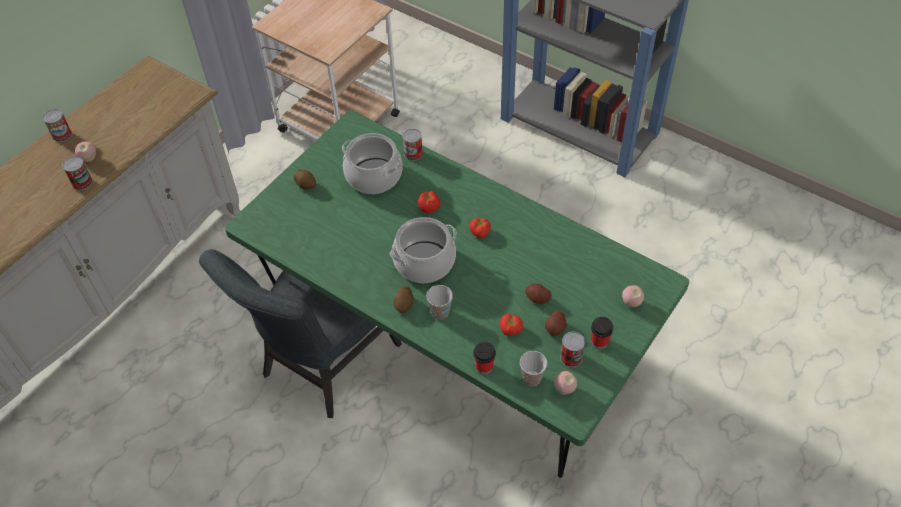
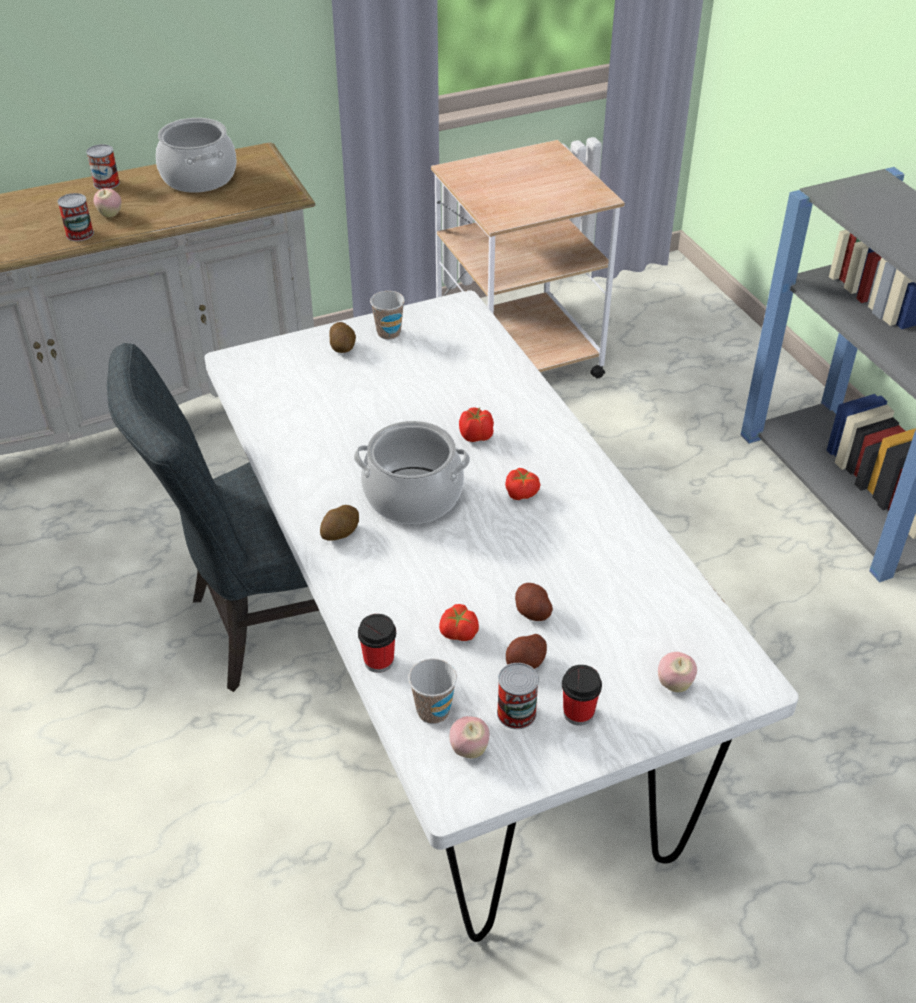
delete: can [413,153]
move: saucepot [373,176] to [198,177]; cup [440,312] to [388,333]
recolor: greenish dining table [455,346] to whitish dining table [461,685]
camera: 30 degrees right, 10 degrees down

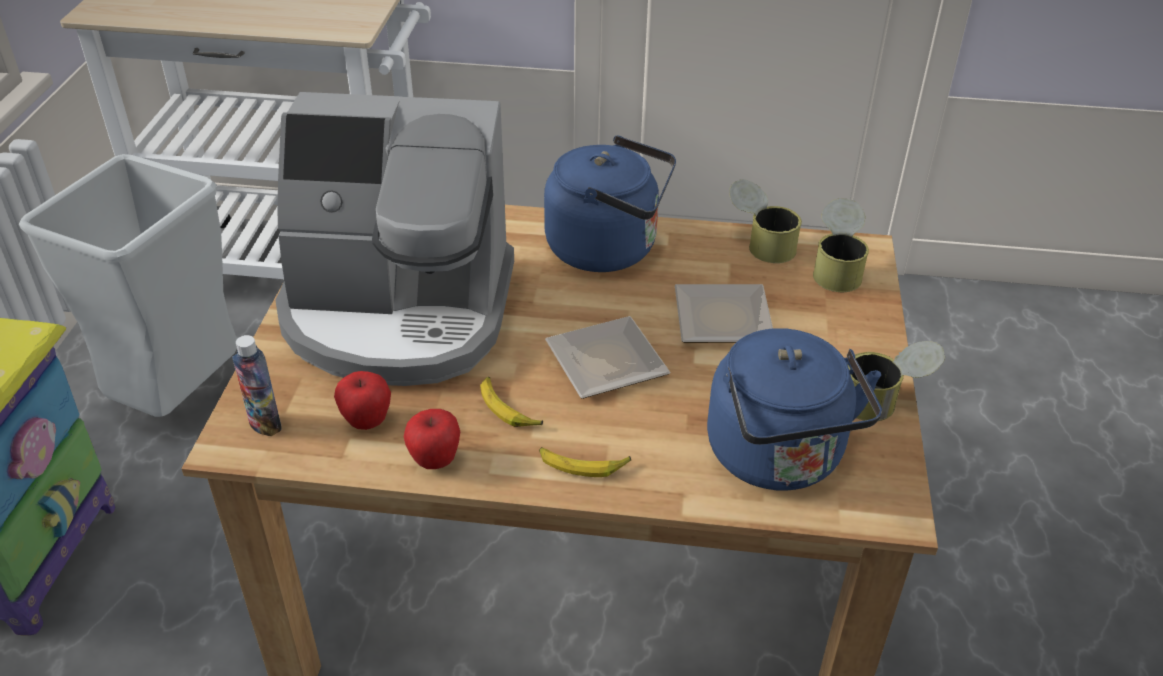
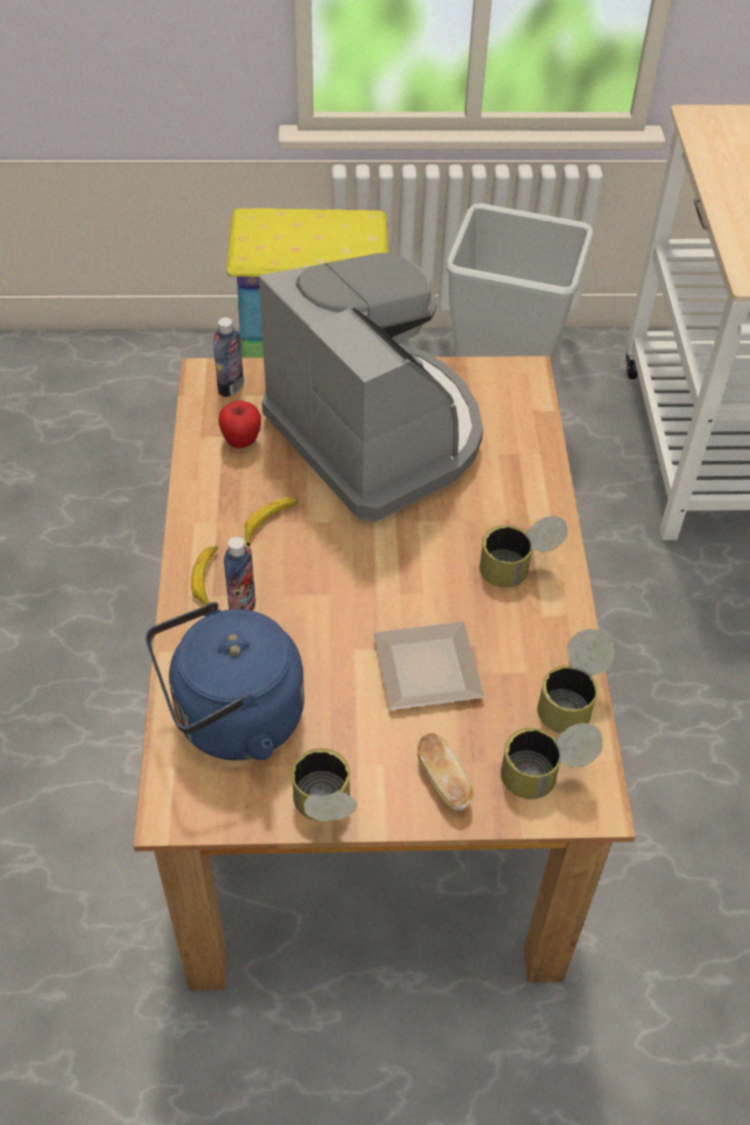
delete: flat dish [608,359]; whole apple [435,461]
insert: bottle [242,606]; bakery bread [443,781]
replace: blue tea kettle [609,249] to can [519,567]
rotate: coffee maker [399,313] = [378,434] 150 degrees clockwise
camera: 80 degrees right, 10 degrees up

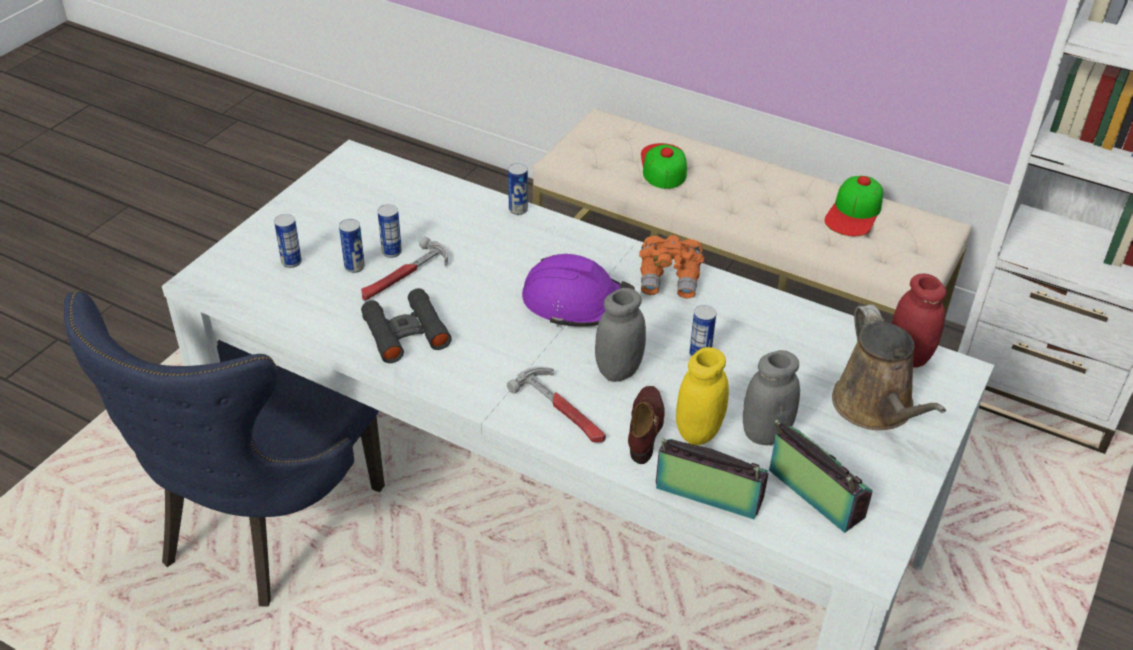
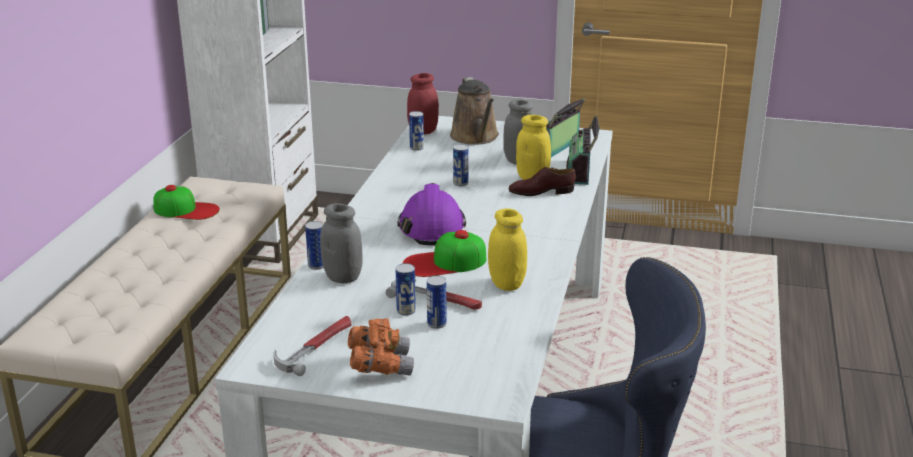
move: cap [663,165] to [444,262]; can [291,262] to [416,148]; orange binoculars [670,279] to [380,365]; grey preserve jar [619,370] to [343,277]; tool hammer [563,409] to [315,347]
replace: black-coloured binoculars [405,332] to yellowish preserve jar [506,284]
rotate: brown sprinkling can [876,408] = [476,137] 105 degrees clockwise
camera: 105 degrees left, 15 degrees down

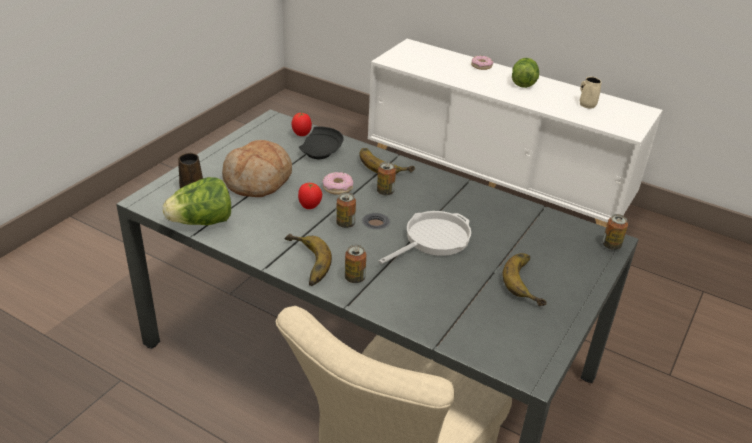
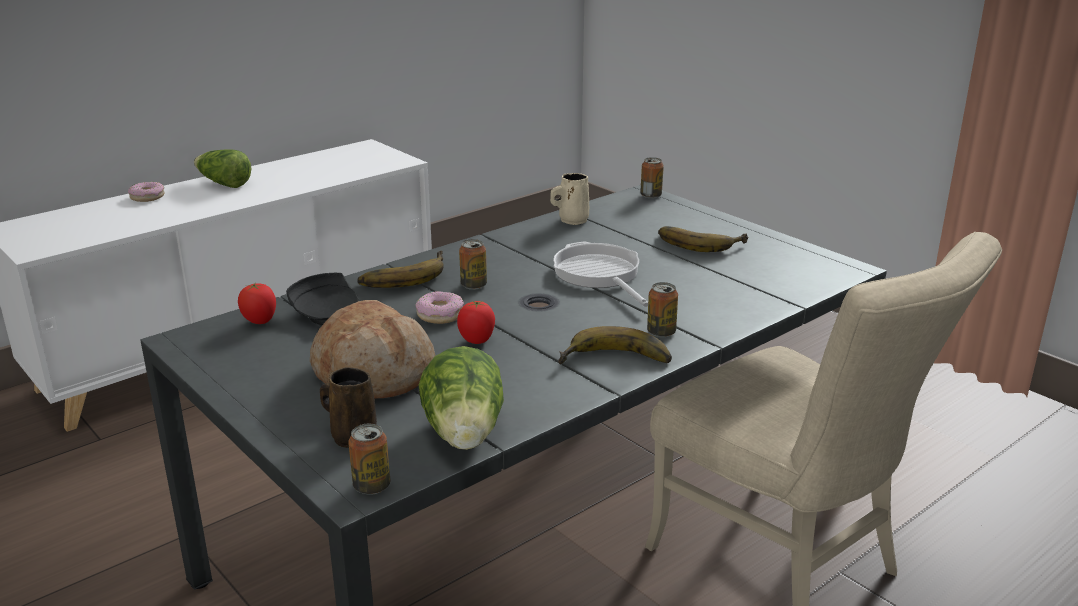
move: sand-coloured mug [586,104] to [571,220]; can [345,223] to [371,486]
camera: 70 degrees left, 10 degrees down

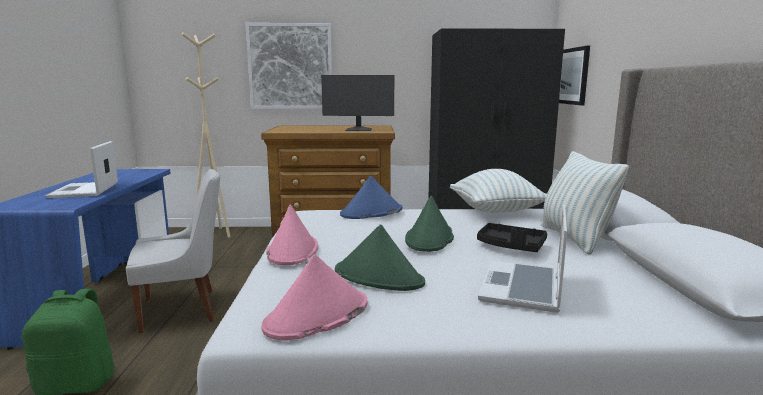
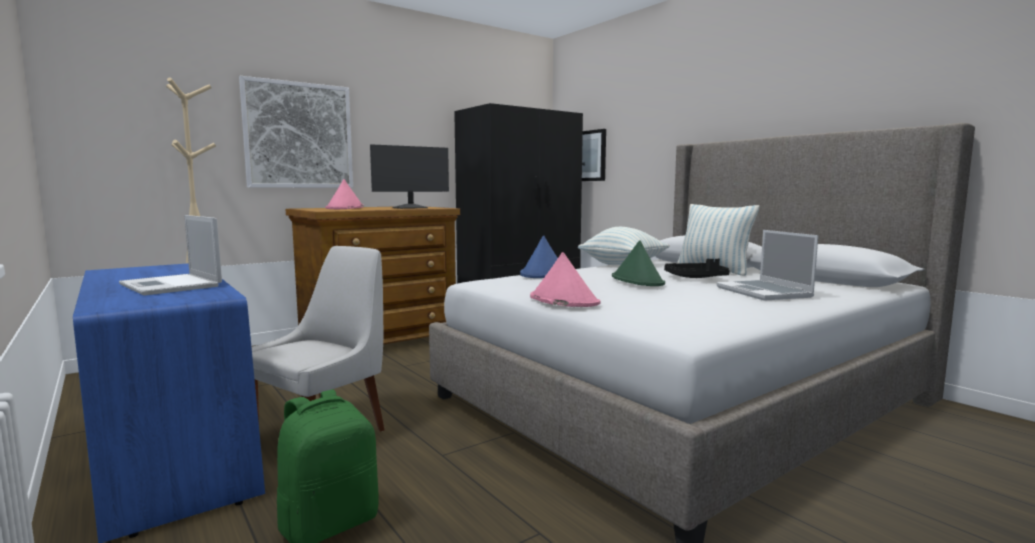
delete: greenish clothing hat [379,277]
move: pink clothing hat [317,316] to [345,208]
camera: 35 degrees left, 5 degrees down

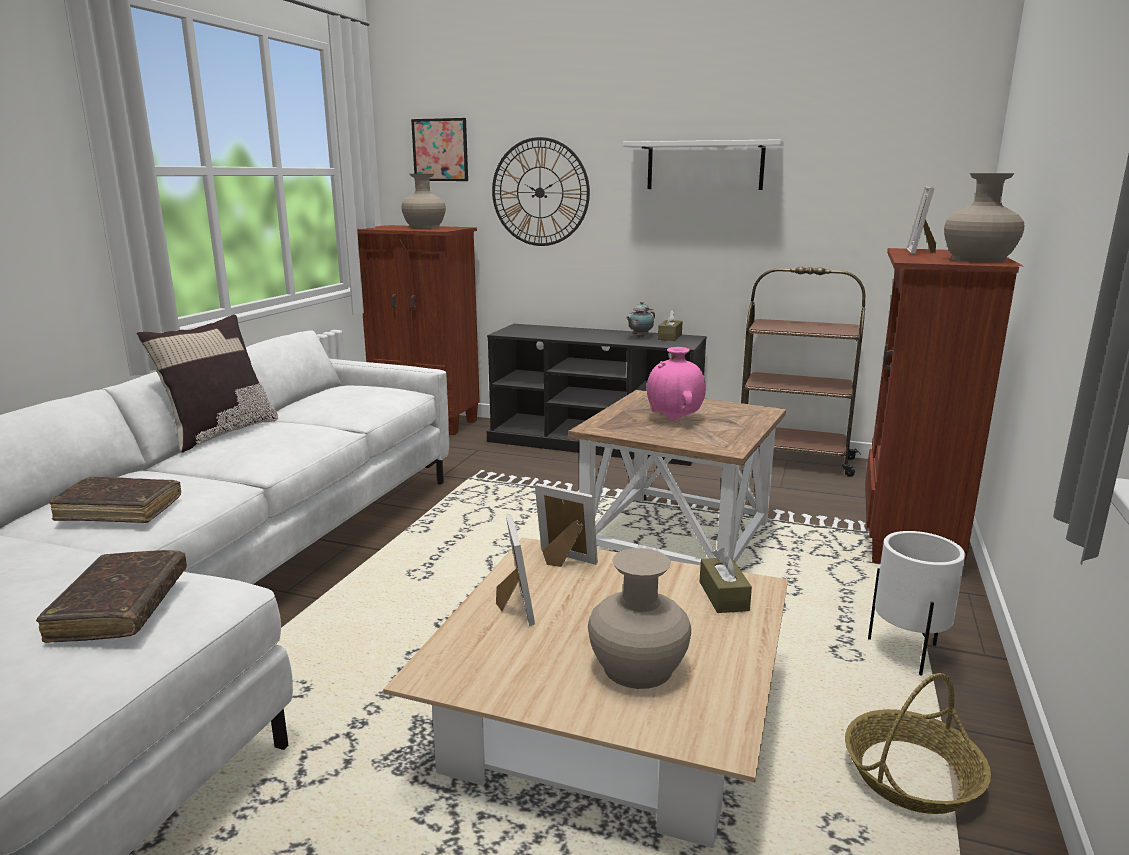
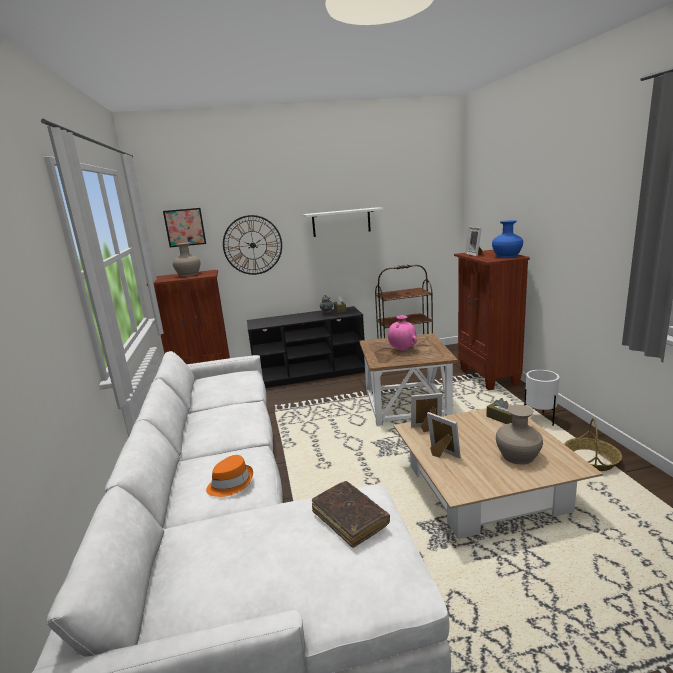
delete: cushion [220,433]
replace: brown book [119,510] to orange clothing hat [230,483]
recolor: sand-coloured decorative vase [978,260] to blue decorative vase [506,256]
camera: 30 degrees left, 0 degrees up

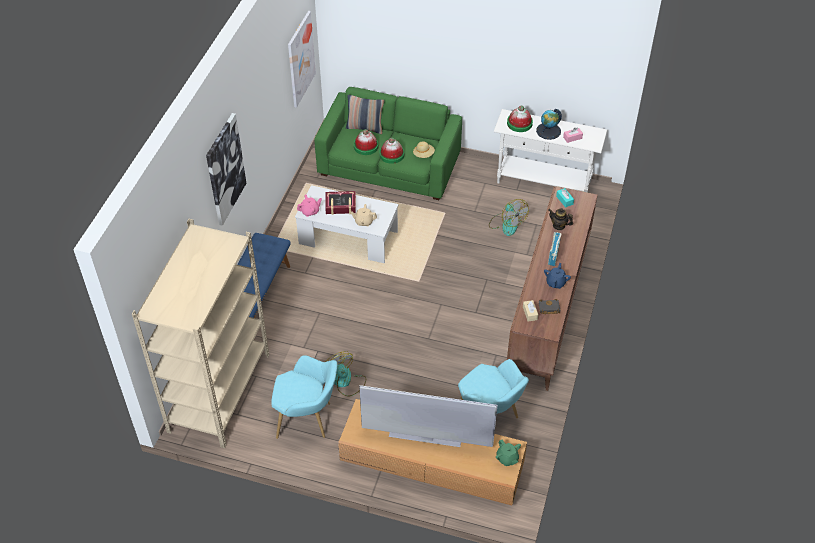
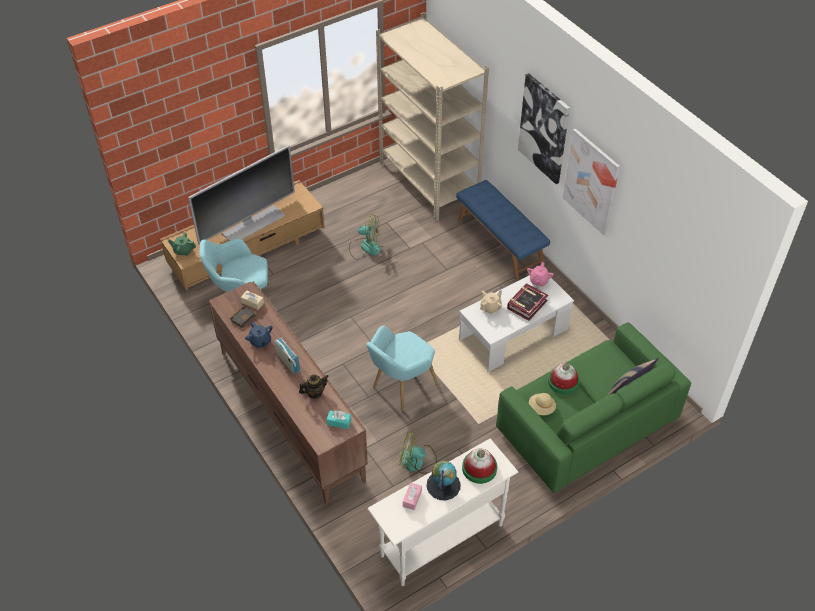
delete: clothing hat [366,146]
move: wall art [300,59] to [591,182]; blue-green easy chair [308,419] to [400,387]
camera: 130 degrees right, 0 degrees up

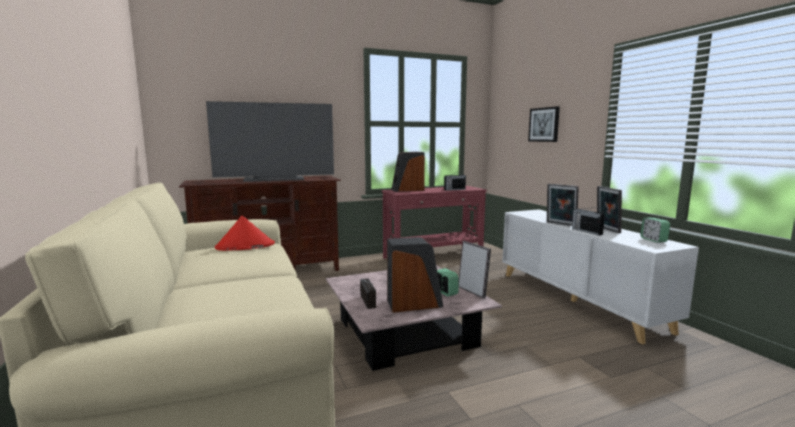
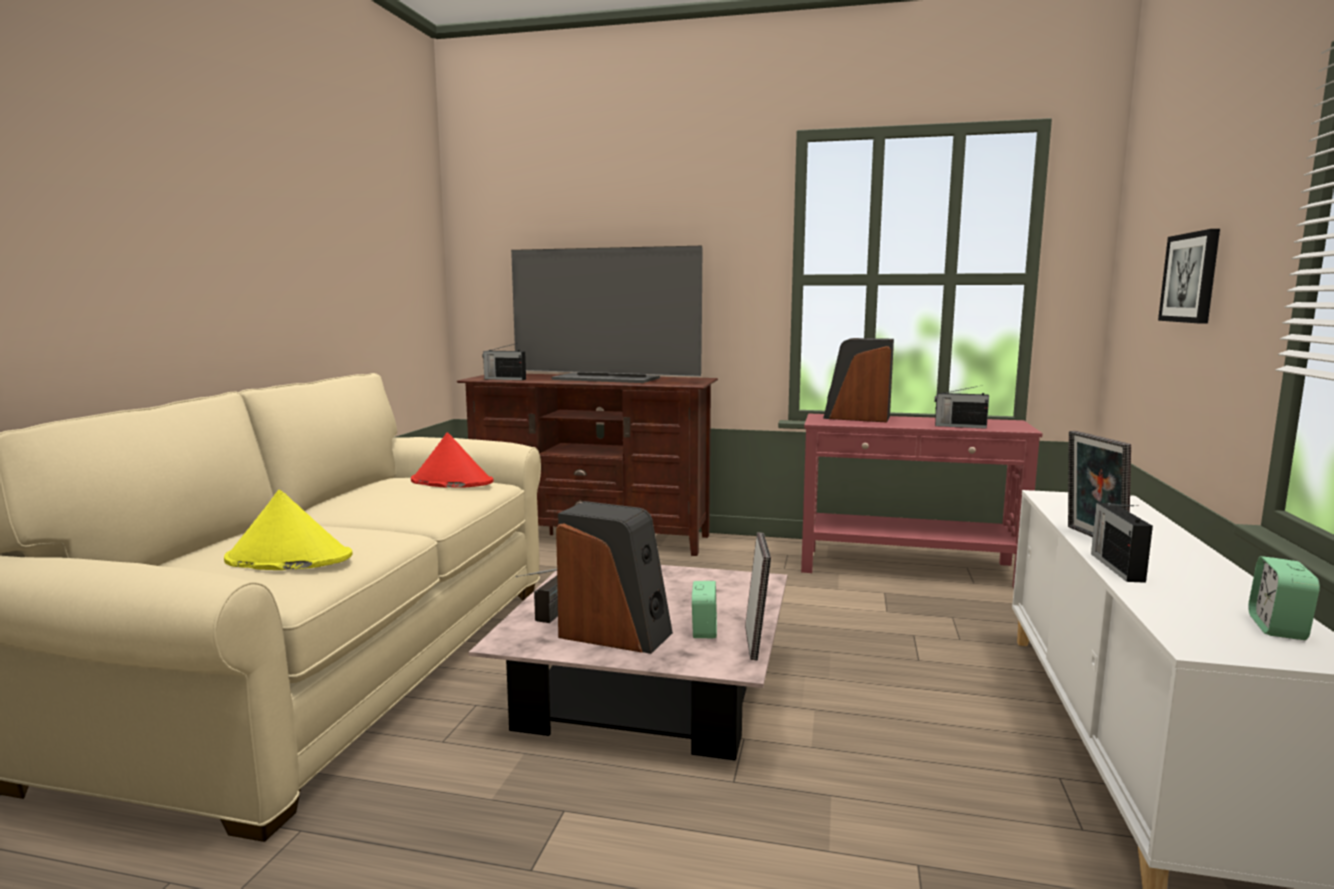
delete: standing frame [606,229]
insert: radio set [504,379]; yellowish clothing hat [288,558]
camera: 35 degrees right, 0 degrees up

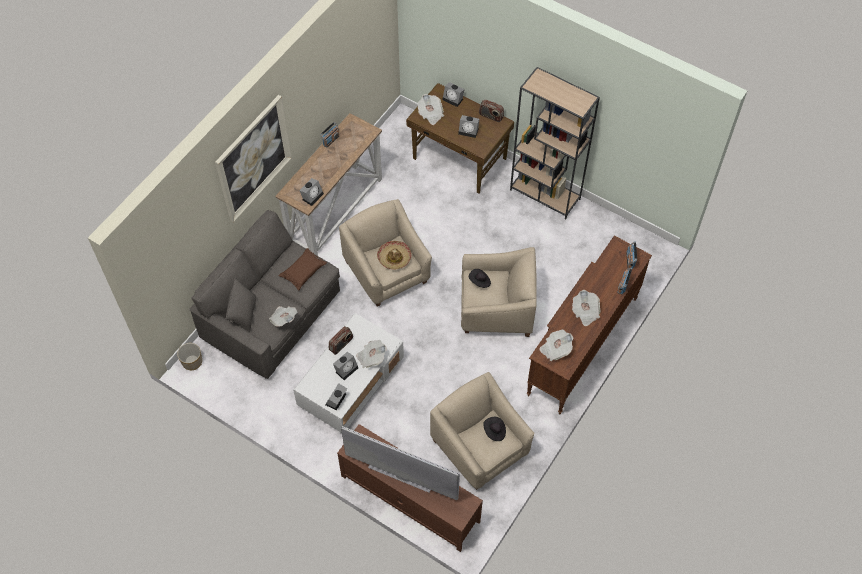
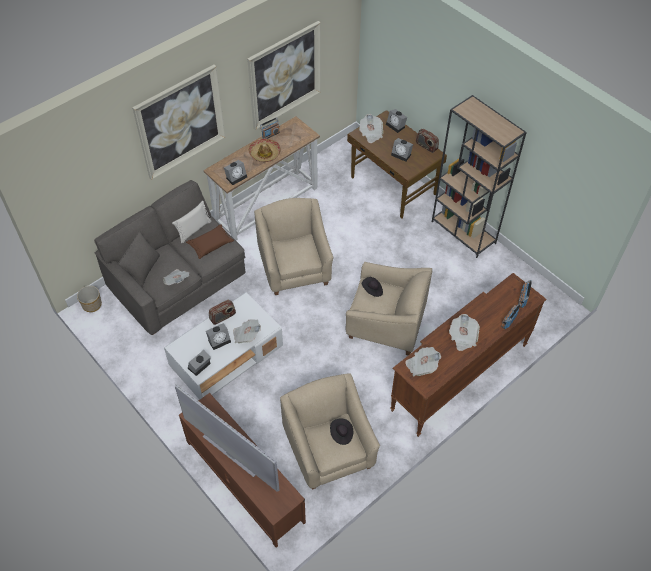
insert: wall art [284,75]; whitish cushion [194,230]
move: clothing hat [394,258] to [264,153]
camera: 15 degrees right, 5 degrees down

